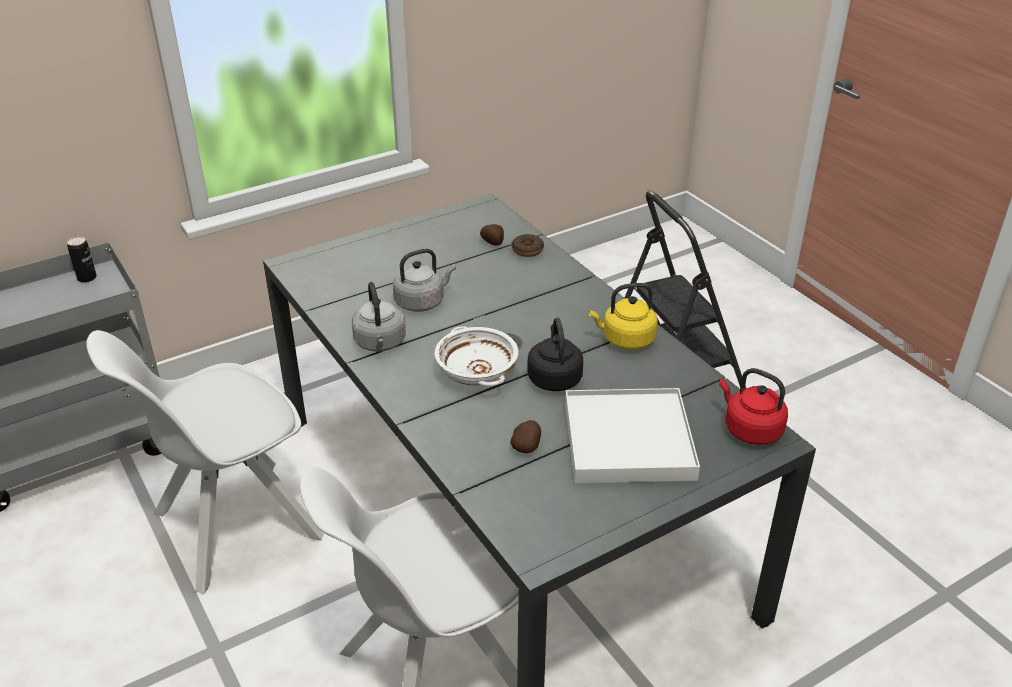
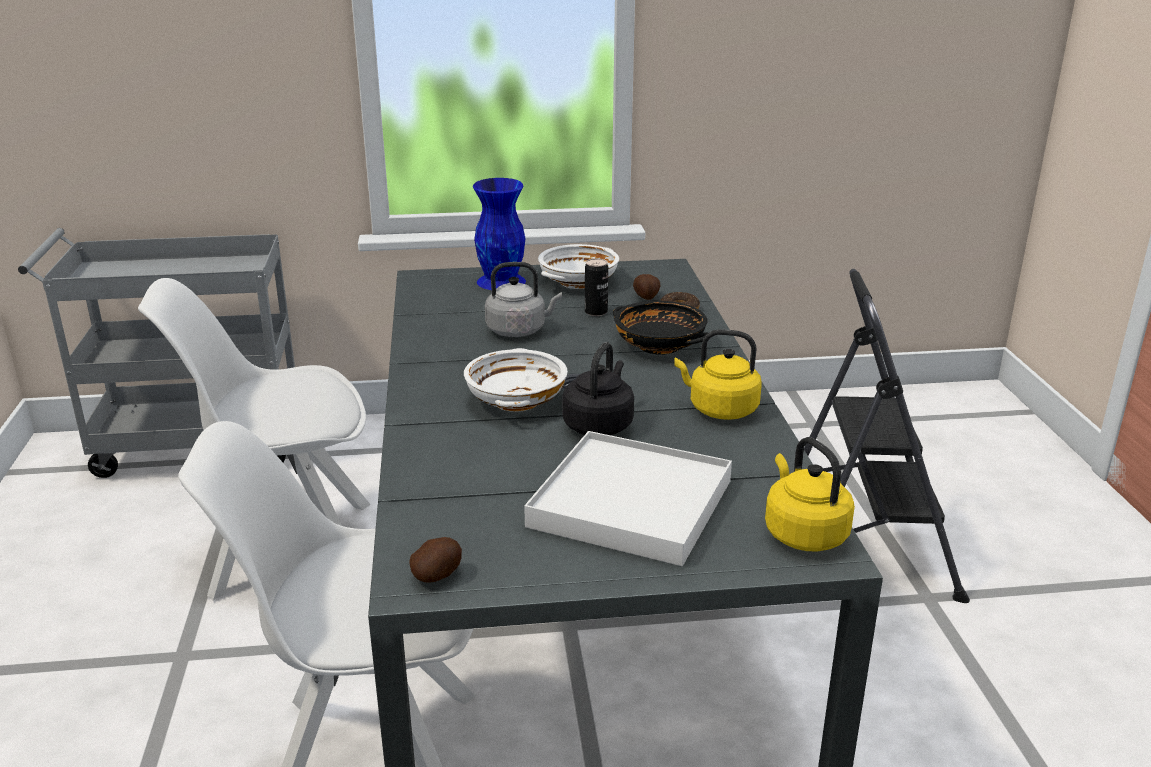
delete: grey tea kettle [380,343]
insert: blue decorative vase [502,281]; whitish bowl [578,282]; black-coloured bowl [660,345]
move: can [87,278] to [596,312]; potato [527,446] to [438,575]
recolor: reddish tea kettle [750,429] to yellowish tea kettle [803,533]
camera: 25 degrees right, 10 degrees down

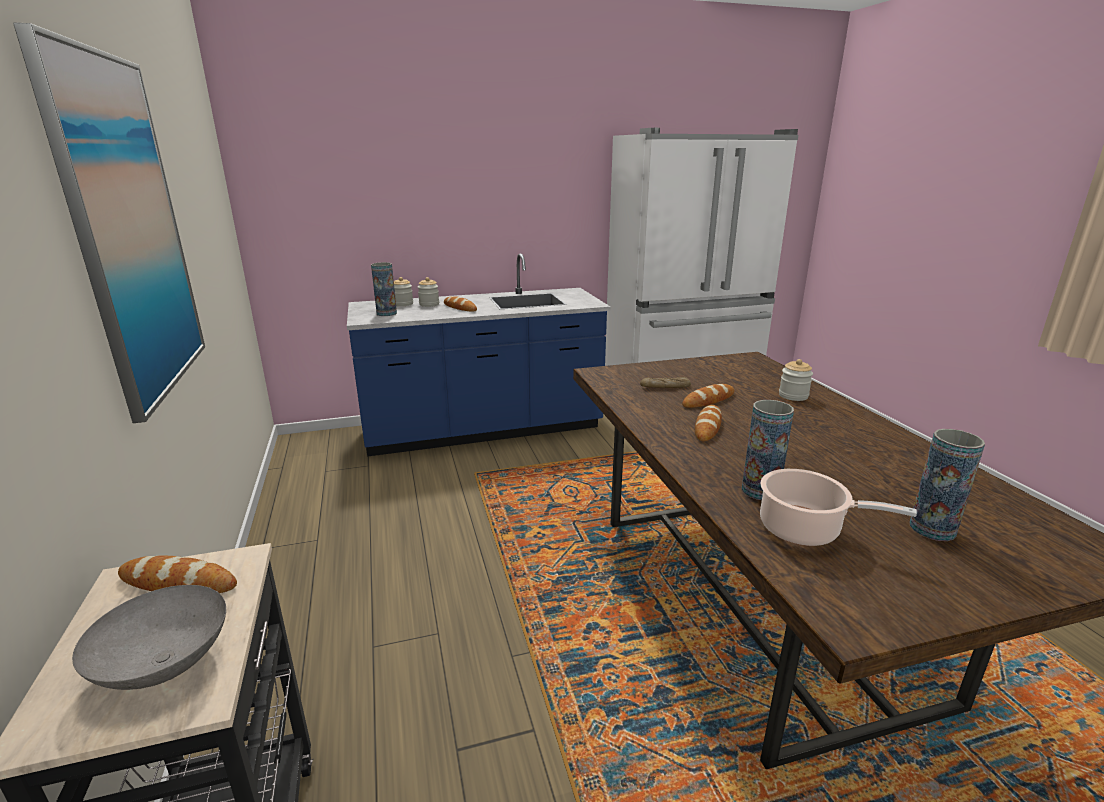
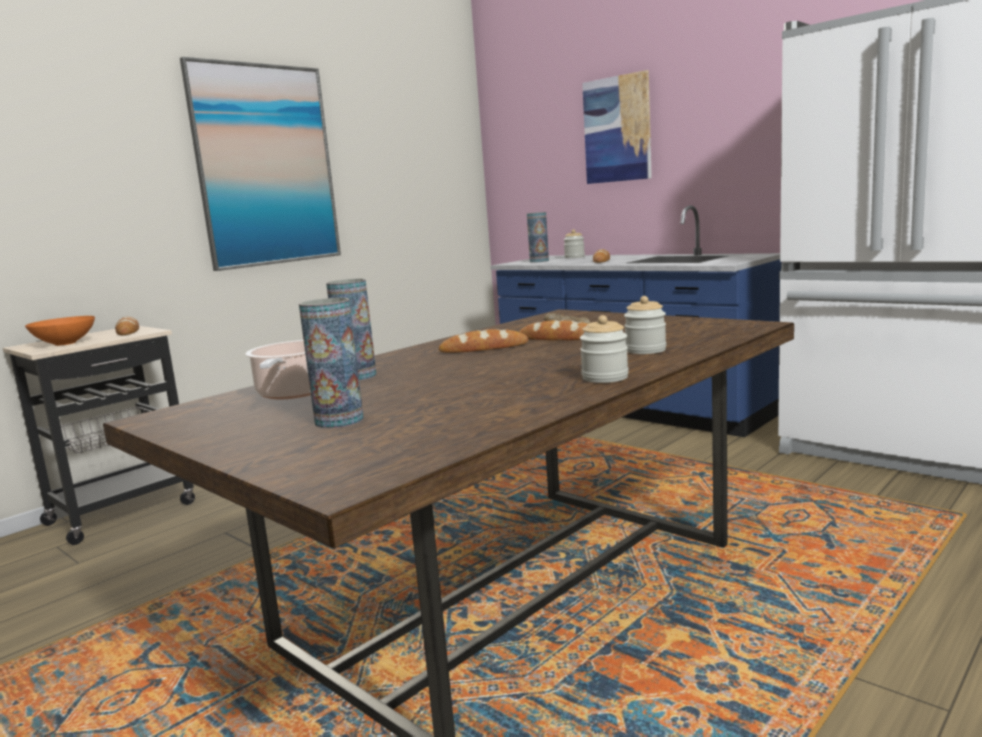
insert: wall art [617,129]
move: preserve jar [429,304] to [605,377]
recolor: grey bowl [163,665] to orange bowl [65,343]
camera: 60 degrees right, 10 degrees down

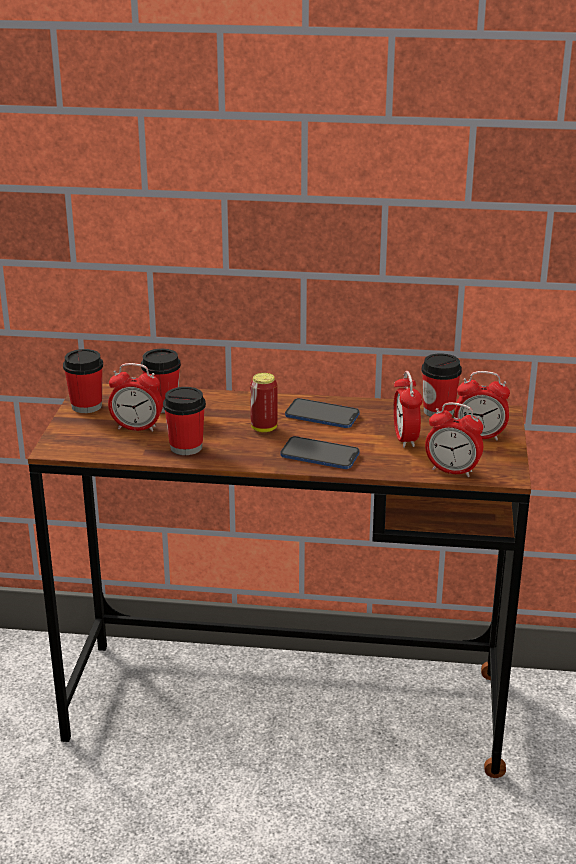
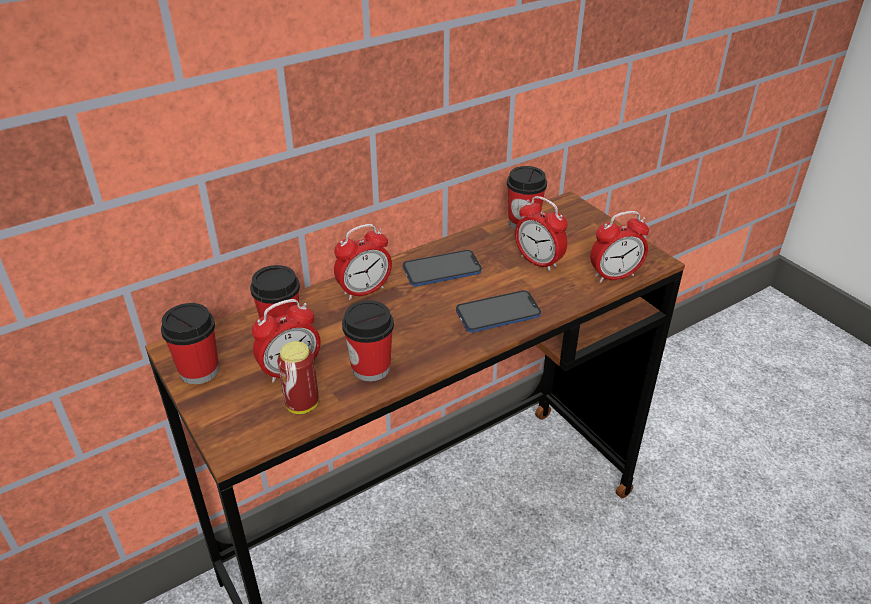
move: table clock [479,436] to [364,291]; can [264,428] to [302,405]
camera: 40 degrees left, 10 degrees up

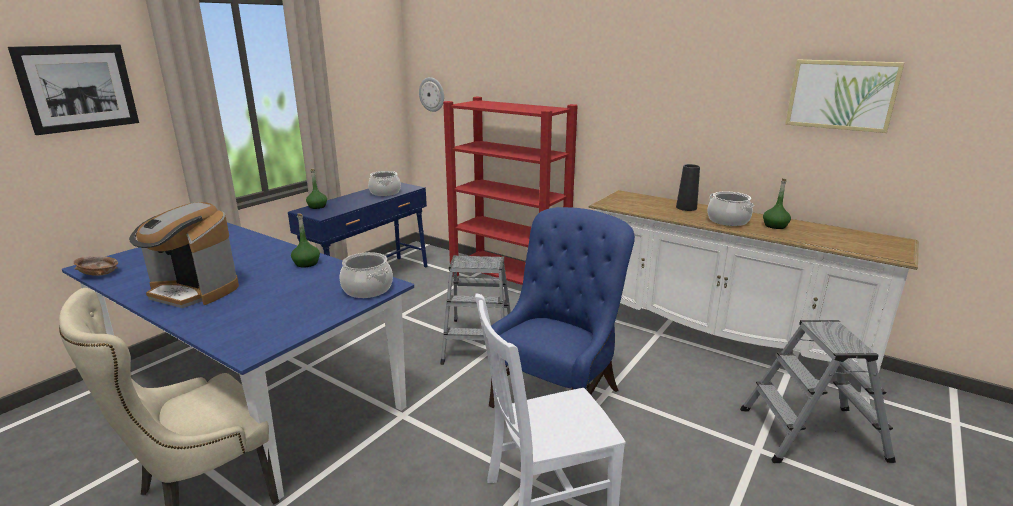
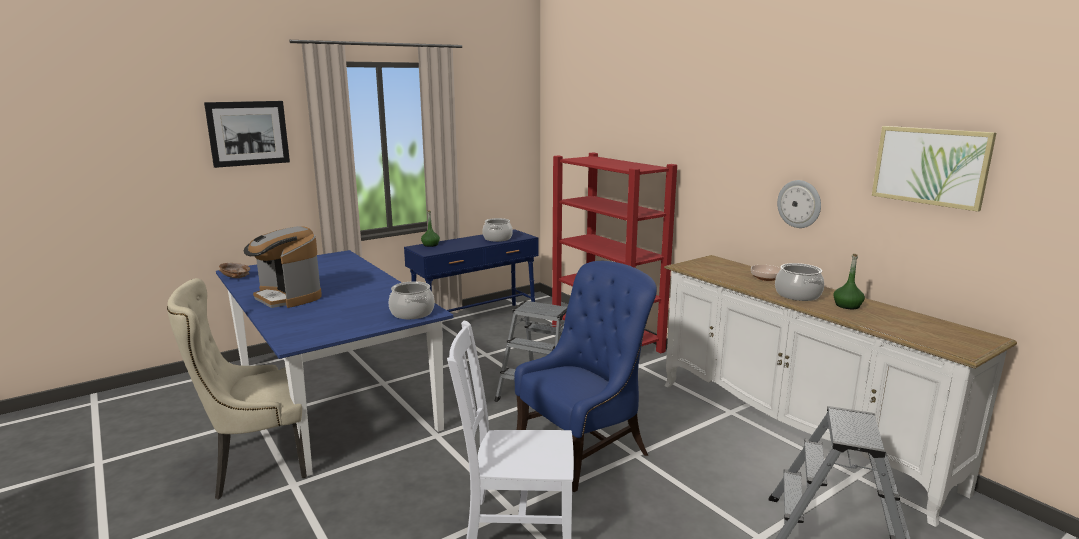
delete: greenish bottle [306,263]
move: hanging clock [432,94] to [799,204]
replace: black-coloured decorative vase [686,207] to bowl [765,278]
camera: 20 degrees right, 5 degrees down

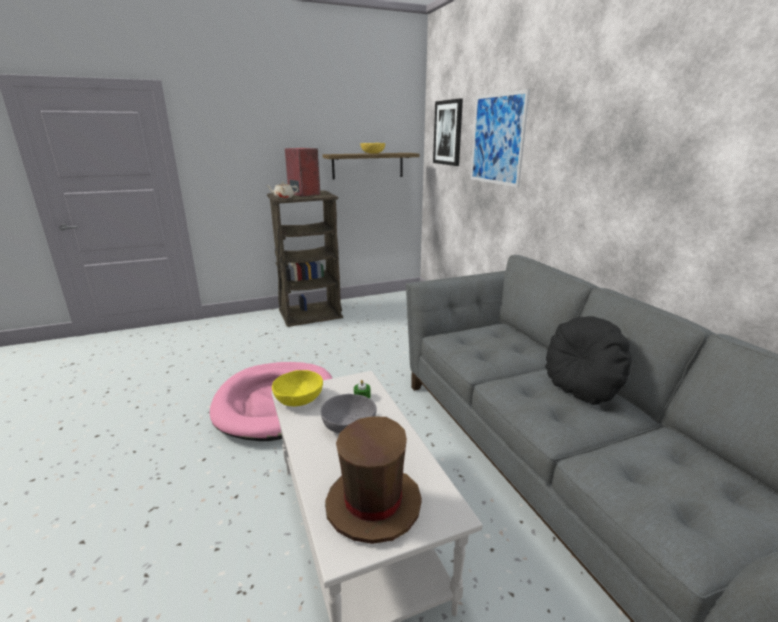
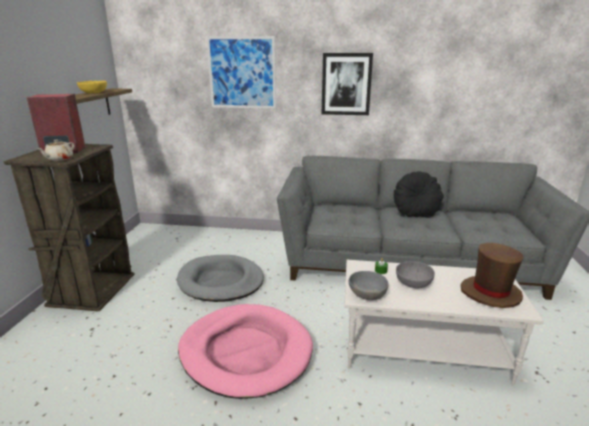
insert: grey pet bed [221,281]
move: wall art [448,133] to [346,84]
recolor: yellowish bowl [299,399] to grey bowl [367,294]
camera: 60 degrees left, 0 degrees up

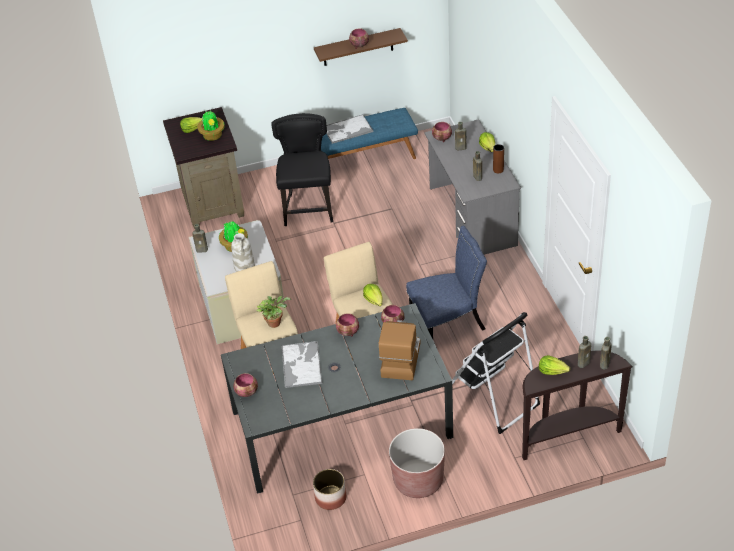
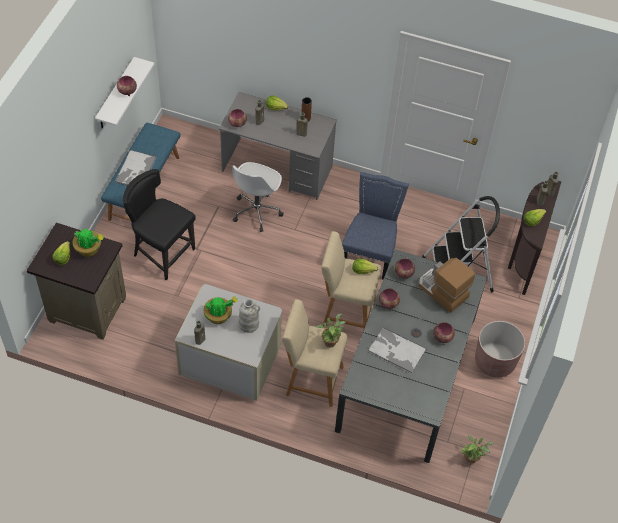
delete: flower pot [330,498]
insert: whitish office chair [256,213]; potted plant [472,457]
move: bowl [247,392] to [442,337]
recolor: brown shelf [358,47] to whitish shelf [116,95]
camera: 60 degrees left, 10 degrees up

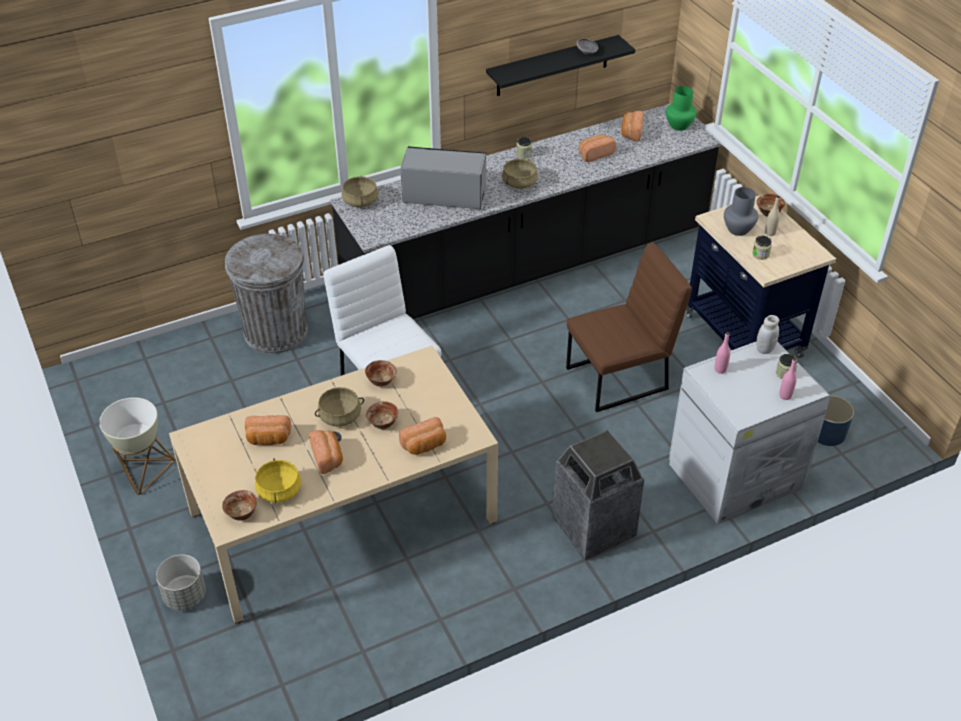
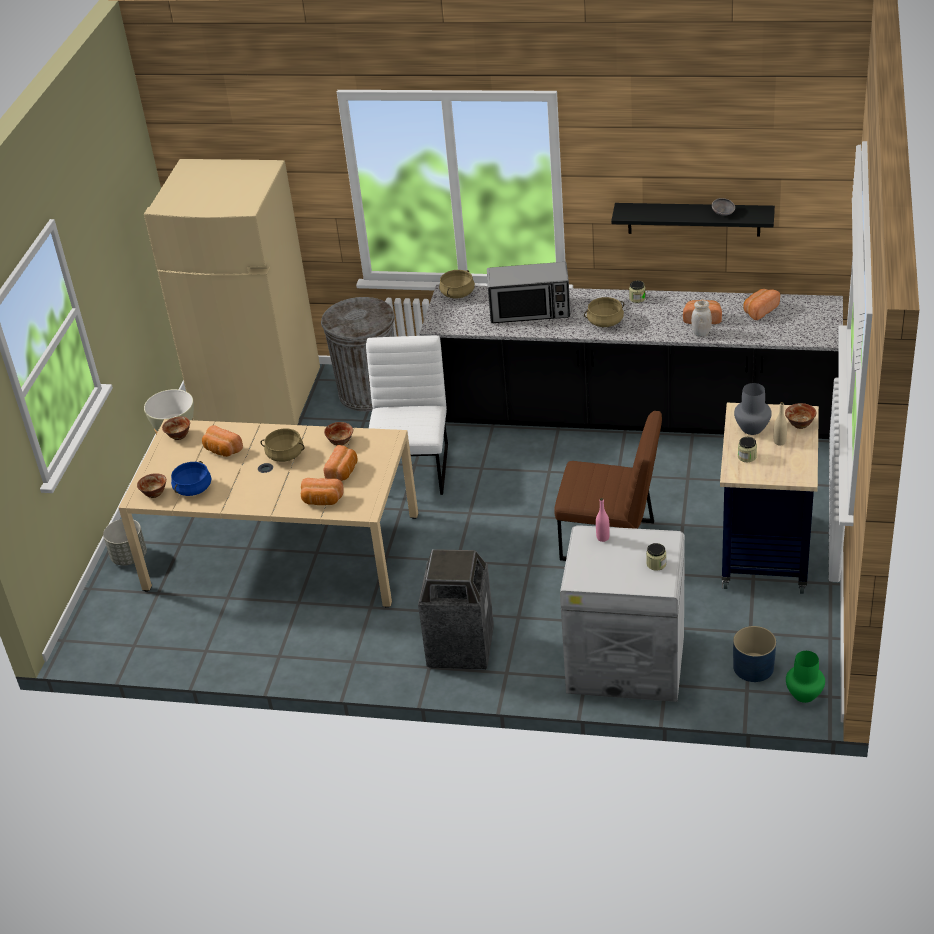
delete: pink bottle [785,395]
insert: sand-coloured kitchen fridge [258,396]
move: greenish decorative vase [679,125] to [804,694]; whitish preserve jar [764,349] to [701,333]; bowl [383,424] to [179,436]; bakery bread [327,457] to [343,472]
recolor: yellowish saucepot [279,490] to blue saucepot [193,488]
rotate: microwave oven [444,195] = [530,311] 135 degrees clockwise
camera: 40 degrees right, 5 degrees down

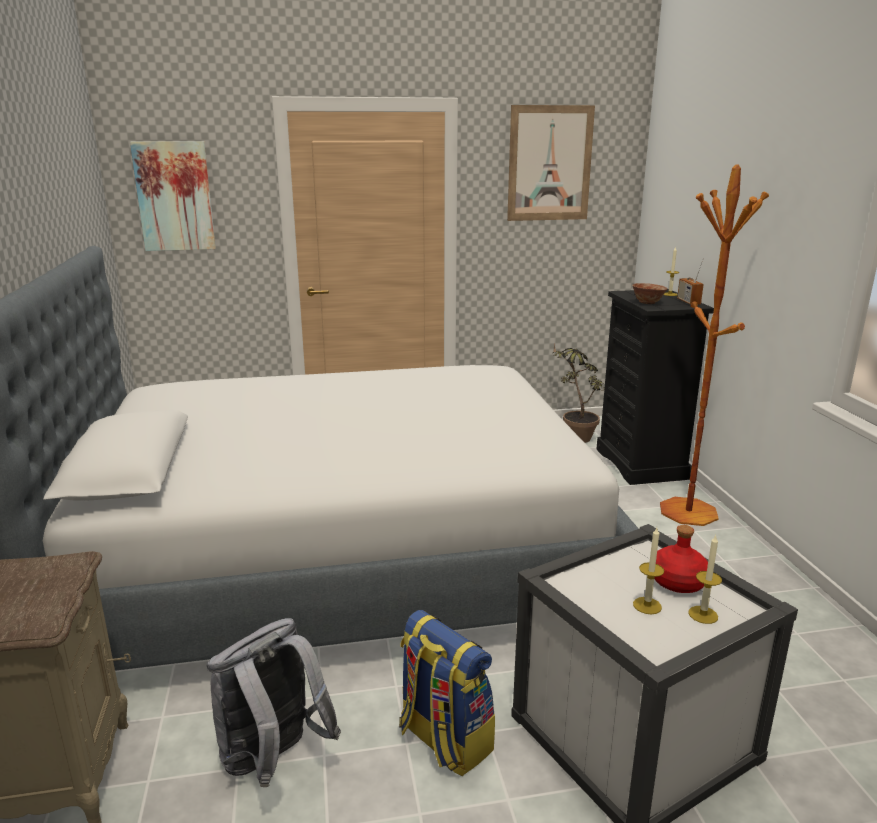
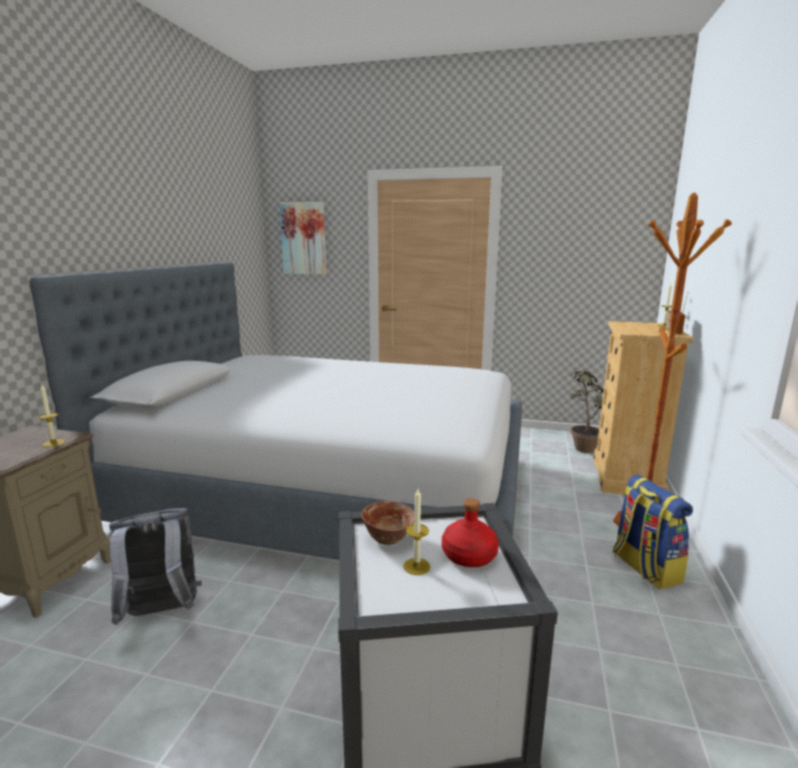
delete: wall art [549,164]
move: bowl [647,303] to [388,538]; wax light [703,614] to [53,443]; backpack [443,740] to [644,568]
recolor: black-coloured chest of drawers [641,464] to sand-coloured chest of drawers [627,478]
camera: 25 degrees right, 5 degrees down

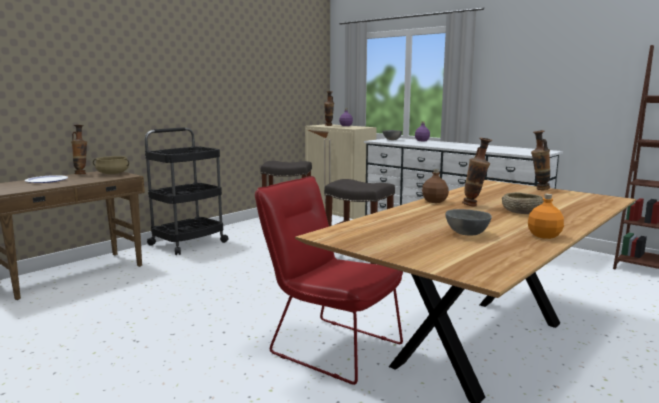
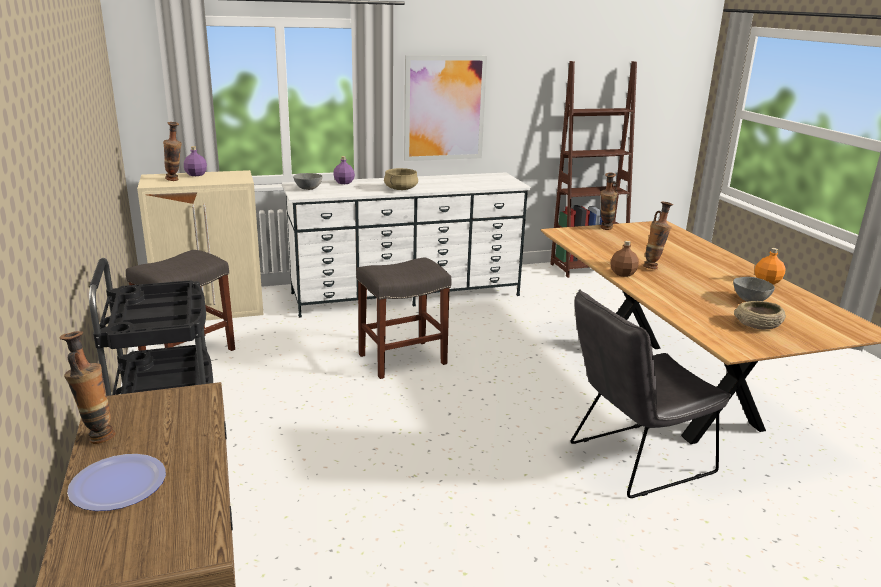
insert: wall art [444,108]
move: sand-coloured saucepot [112,174] to [401,189]; sand-coloured bowl [521,212] to [758,324]
recolor: reddish chair [329,346] to grey chair [633,460]
camera: 60 degrees left, 10 degrees up

